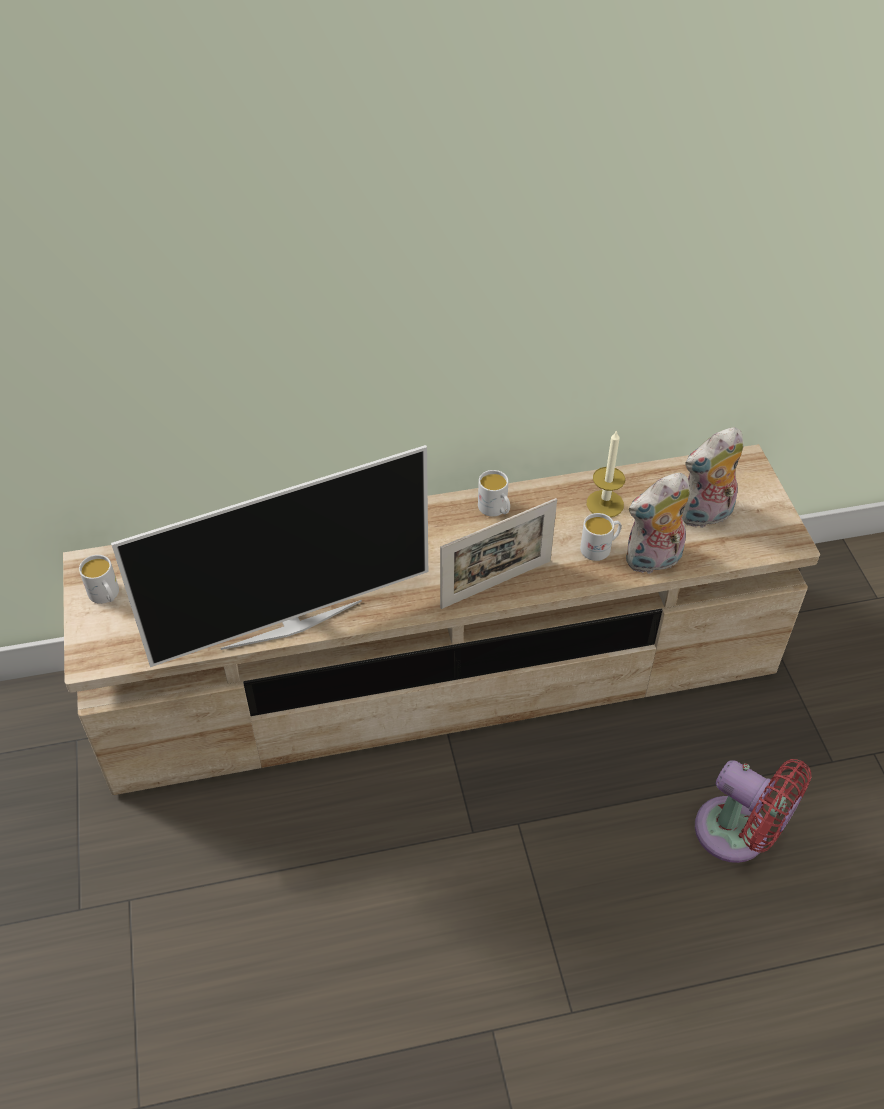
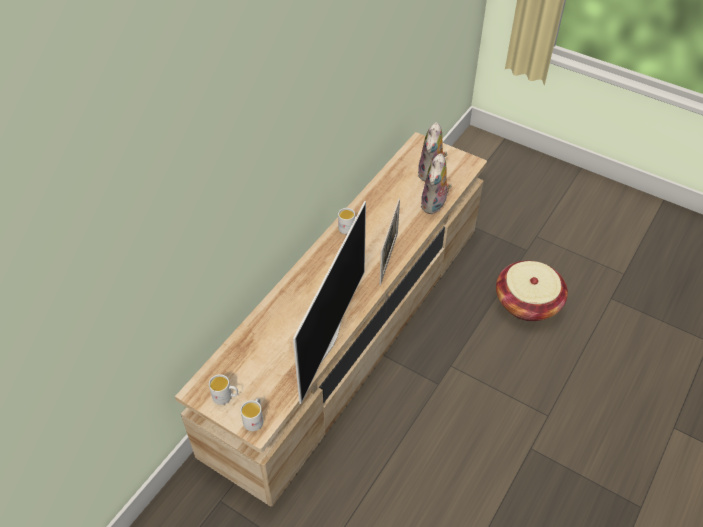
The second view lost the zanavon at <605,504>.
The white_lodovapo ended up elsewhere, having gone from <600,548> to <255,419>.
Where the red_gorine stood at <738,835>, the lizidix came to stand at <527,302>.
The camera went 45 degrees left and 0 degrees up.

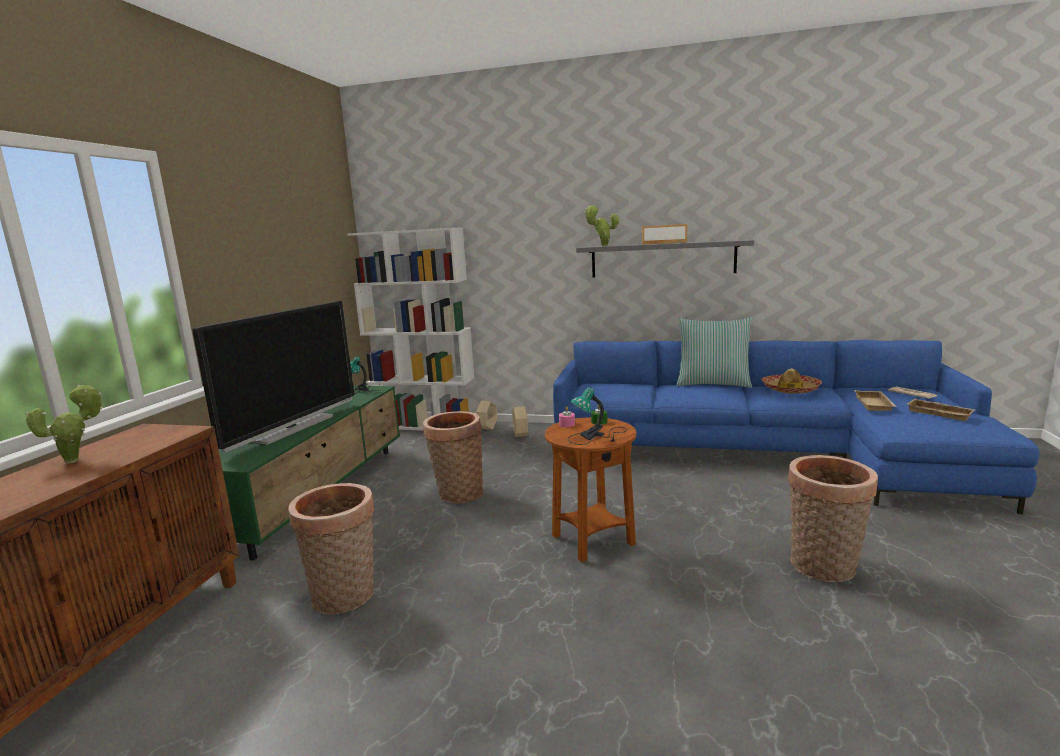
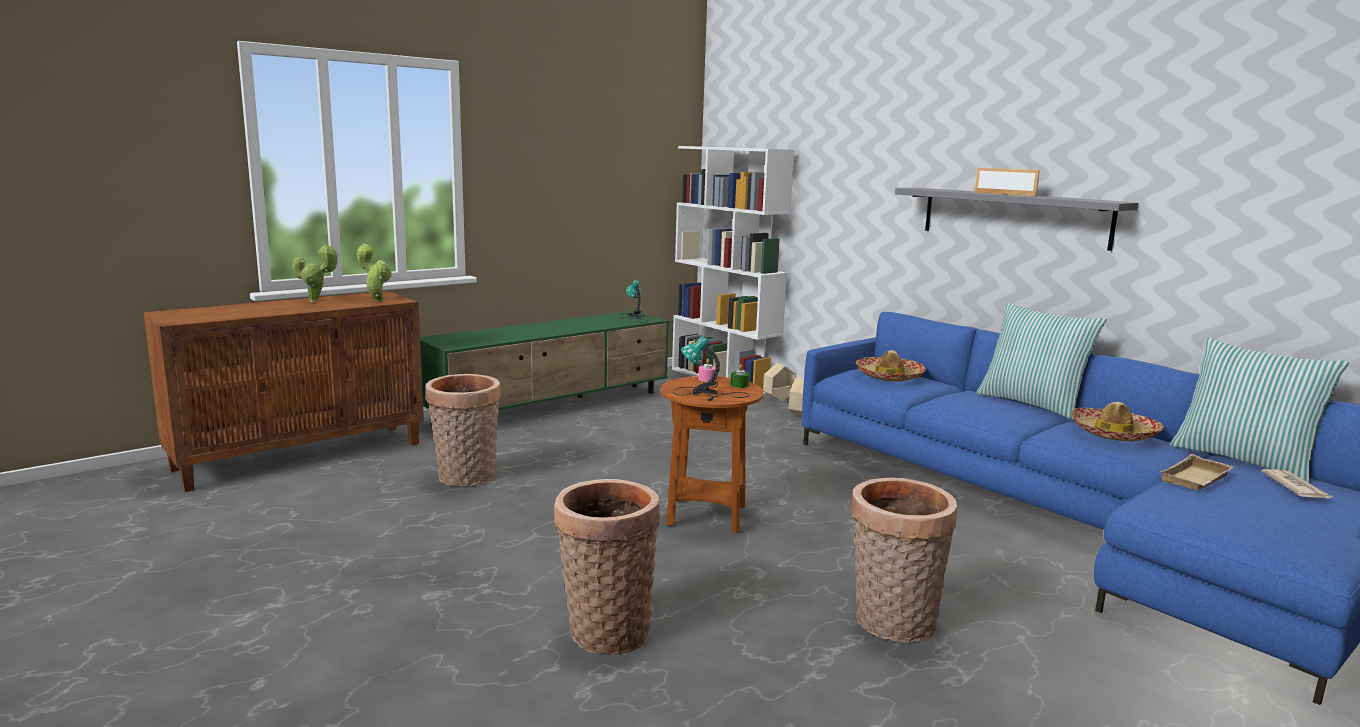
The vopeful ended up elsewhere, having gone from <602,246> to <377,301>.
The second view lost the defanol at <292,428>.
The second view lost the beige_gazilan at <940,413>.
The lizidix ended up elsewhere, having gone from <458,494> to <605,630>.
The second view gained the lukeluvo at <1243,460>.
The second view gained the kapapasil at <889,376>.
The camera went 35 degrees right and 0 degrees up.

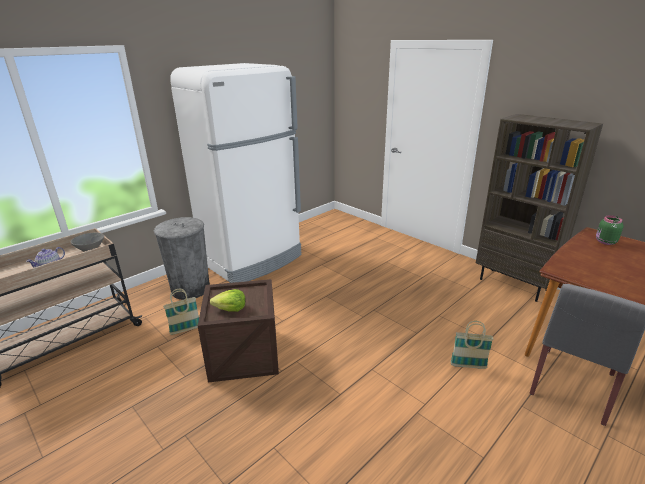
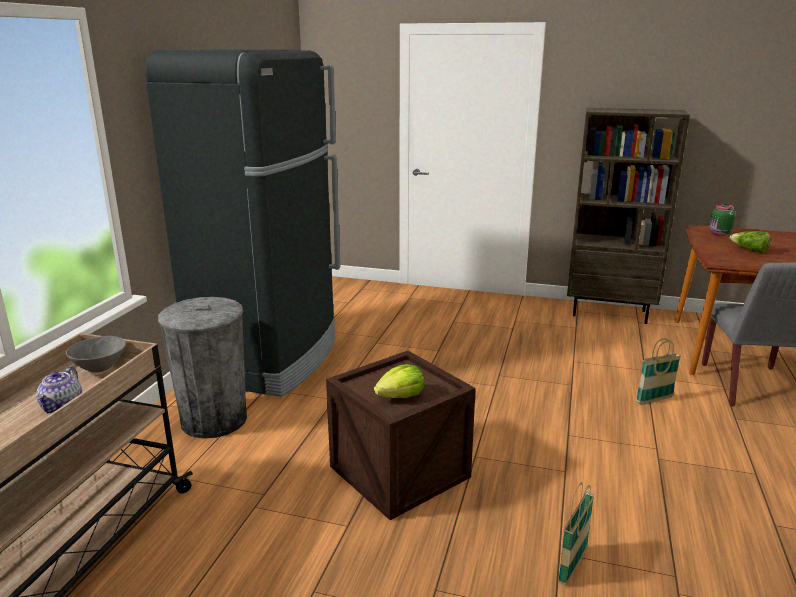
What was the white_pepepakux at <253,259> turned into the black_pepepakux at <269,359>.
The lizidix ended up elsewhere, having gone from <185,330> to <572,566>.
The second view gained the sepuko at <749,250>.
The camera went 30 degrees left and 5 degrees down.

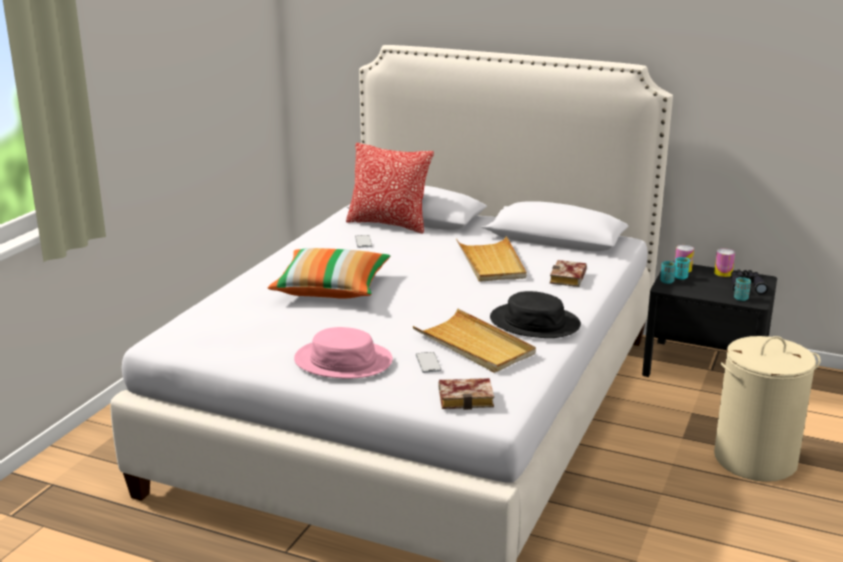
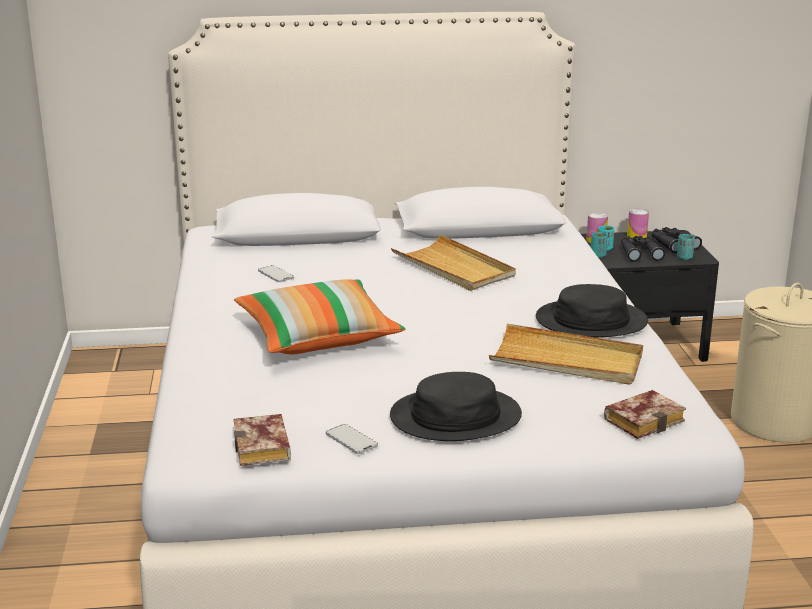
The second view lost the lukeluvo at <389,224>.
The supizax ended up elsewhere, having gone from <569,279> to <264,448>.
What was the pink_kapapasil at <343,361> turned into the black_kapapasil at <455,416>.
The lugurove ended up elsewhere, having gone from <428,363> to <351,440>.
The second view gained the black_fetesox at <639,253>.
The camera went 30 degrees left and 0 degrees up.

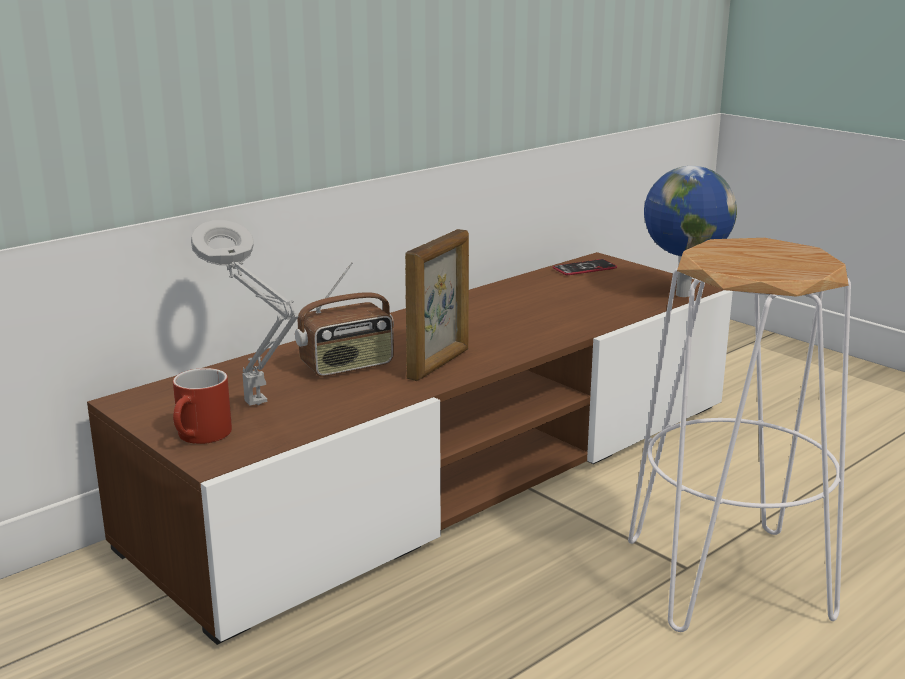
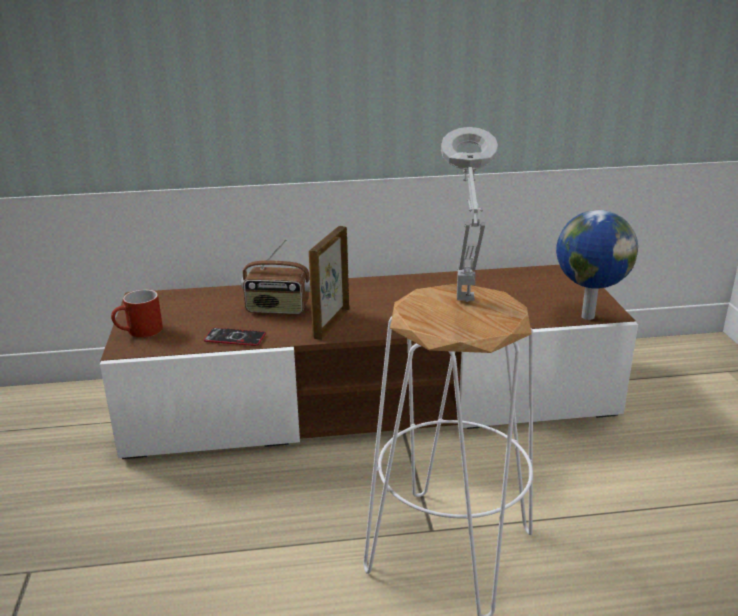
The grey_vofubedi ended up elsewhere, having gone from <258,406> to <465,302>.
The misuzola at <439,364> ended up facing another way, 135 degrees clockwise from before.
The lugurove ended up elsewhere, having gone from <584,269> to <235,338>.
The camera went 35 degrees right and 5 degrees up.

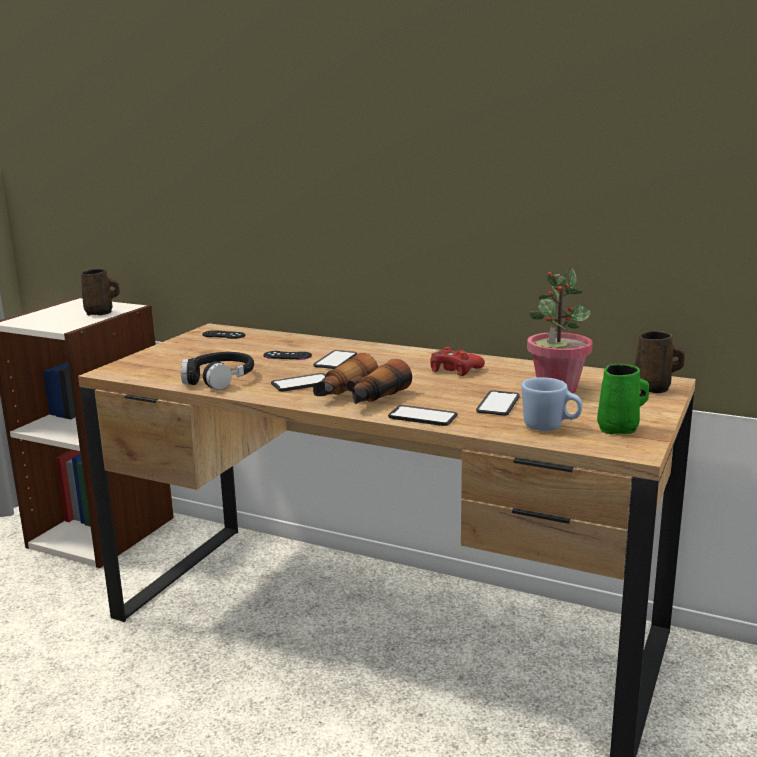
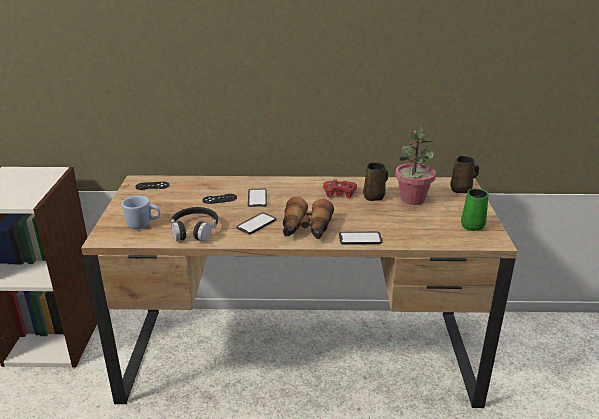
The brown_lodovapo ended up elsewhere, having gone from <101,313> to <375,196>.
The blue_lodovapo ended up elsewhere, having gone from <550,427> to <143,225>.
The second view lost the lugurove at <498,404>.
The camera went 25 degrees left and 10 degrees up.

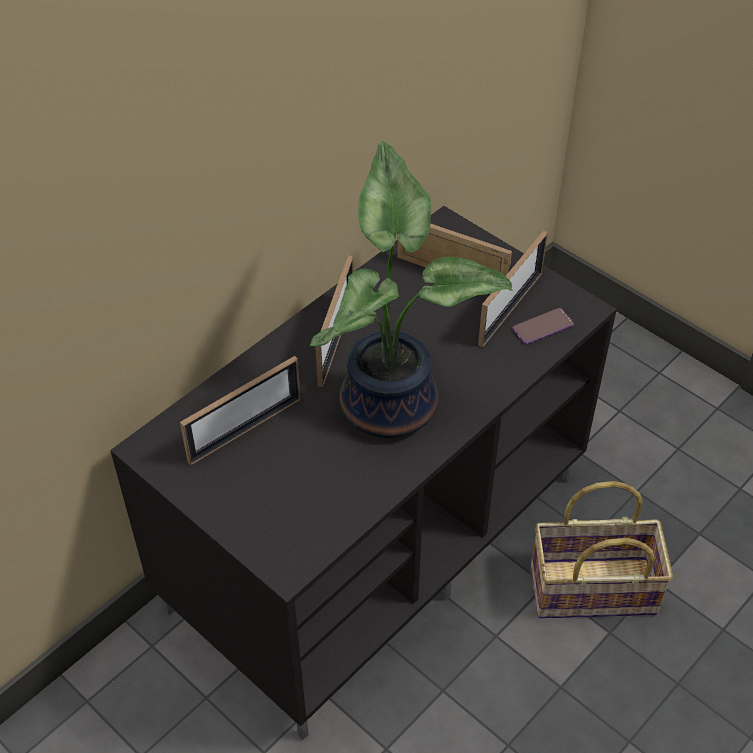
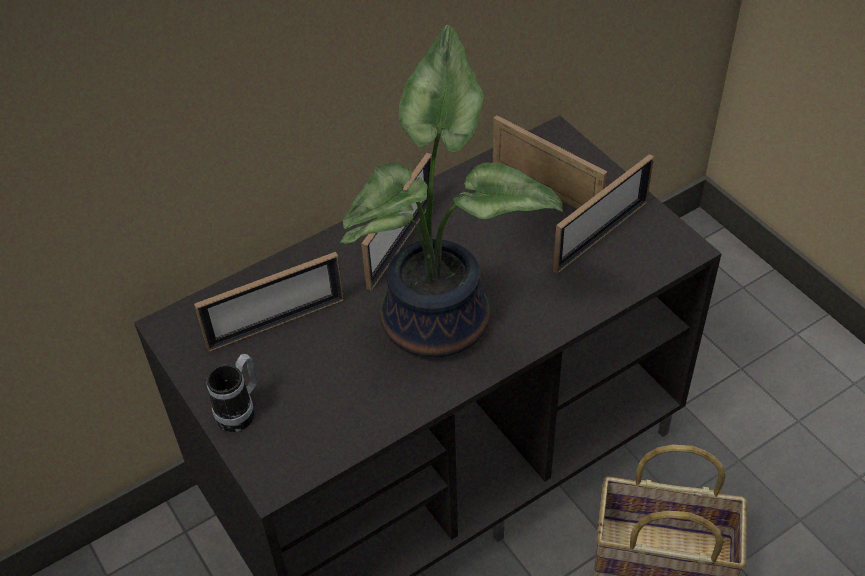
The second view lost the lugurove at <543,327>.
The second view gained the lodovapo at <241,411>.
The camera went 15 degrees right and 0 degrees up.

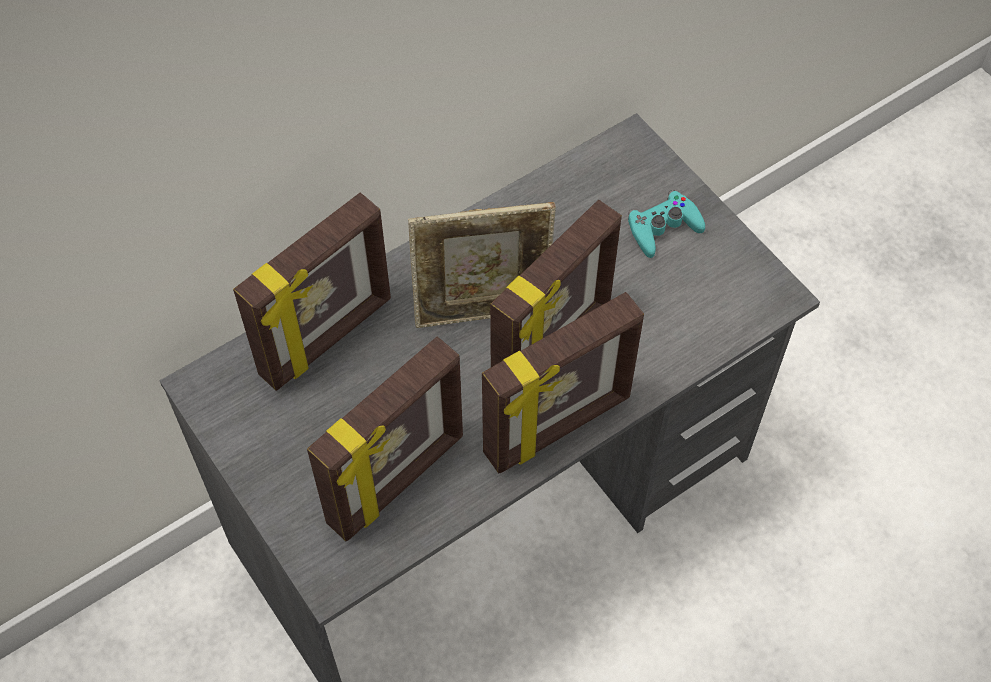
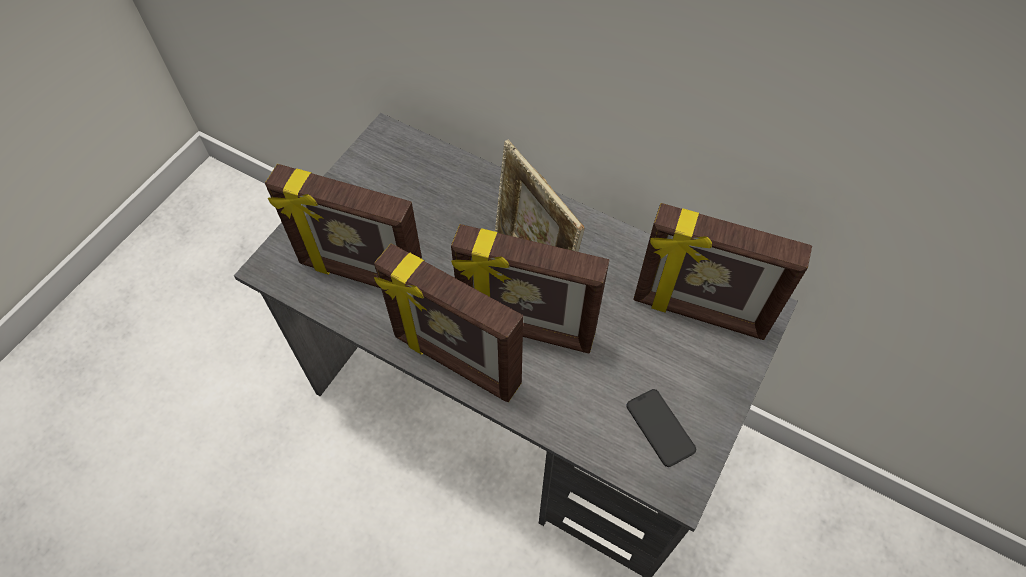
The second view lost the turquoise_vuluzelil at <663,228>.
The misuzola ended up elsewhere, having gone from <327,338> to <699,313>.
The second view gained the lugurove at <660,427>.
The camera went 65 degrees right and 0 degrees up.

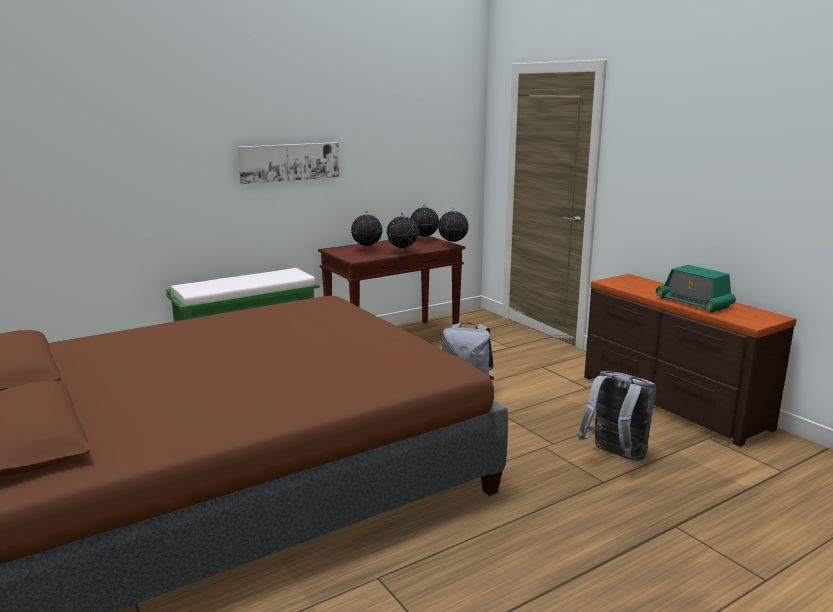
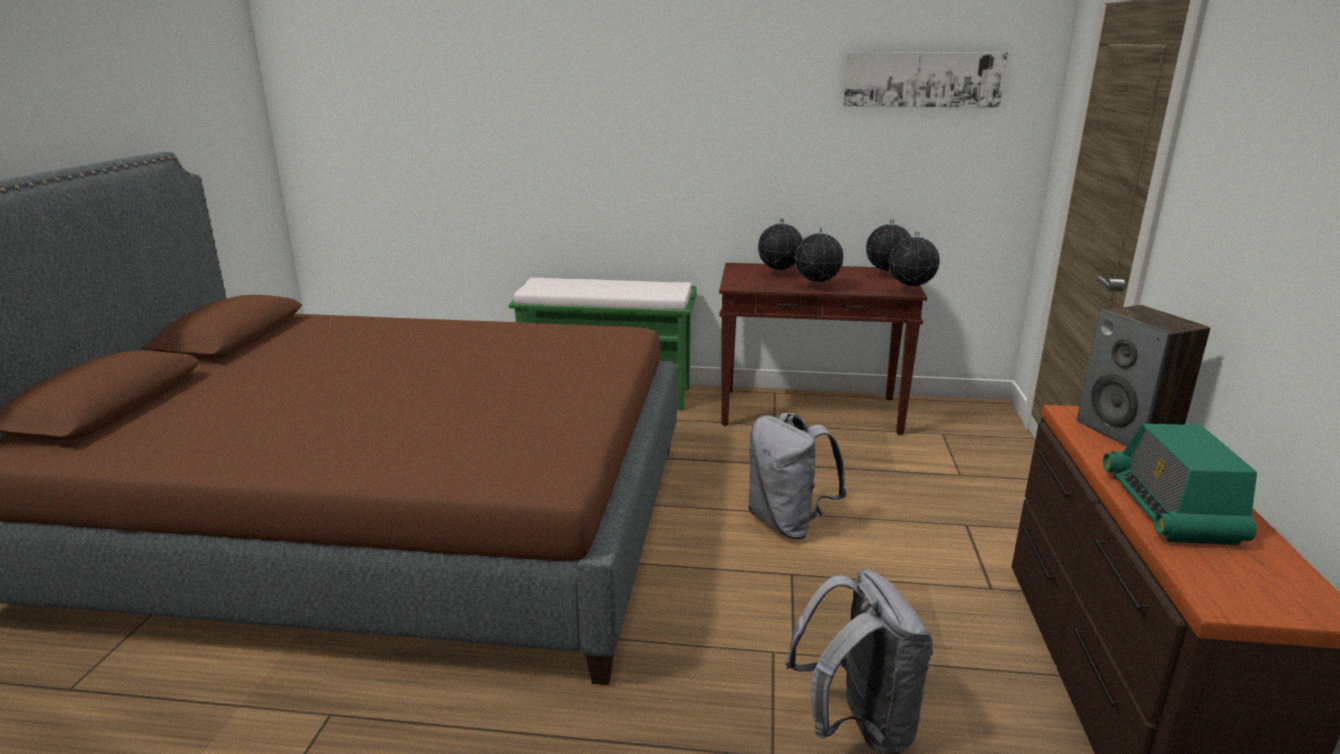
The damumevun ended up elsewhere, having gone from <289,162> to <922,79>.
The second view gained the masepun at <1128,432>.
The camera went 40 degrees right and 5 degrees up.

